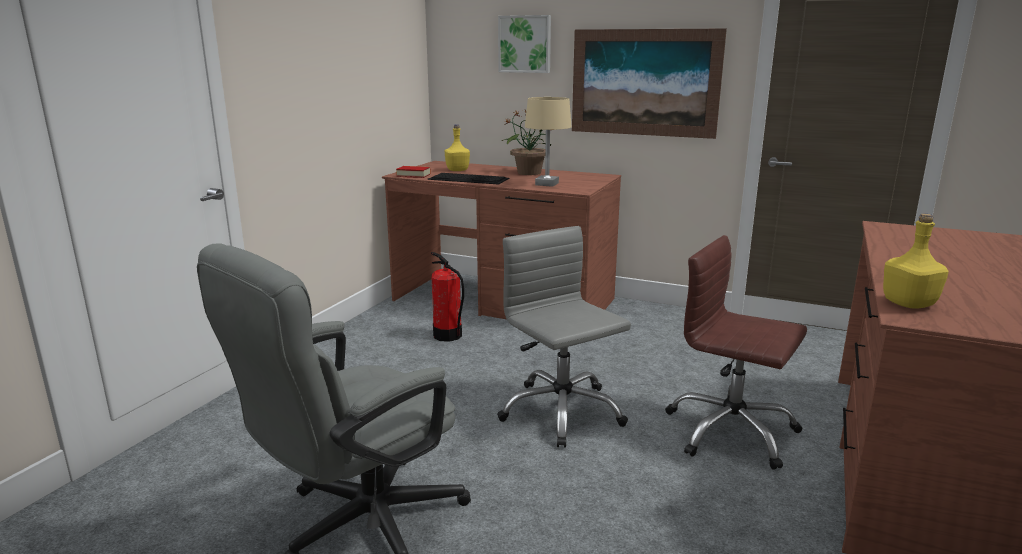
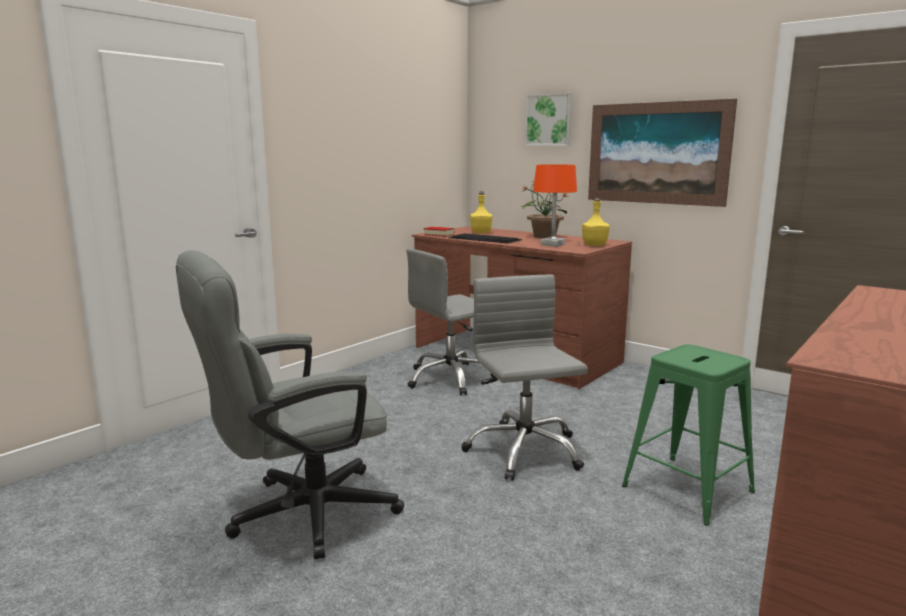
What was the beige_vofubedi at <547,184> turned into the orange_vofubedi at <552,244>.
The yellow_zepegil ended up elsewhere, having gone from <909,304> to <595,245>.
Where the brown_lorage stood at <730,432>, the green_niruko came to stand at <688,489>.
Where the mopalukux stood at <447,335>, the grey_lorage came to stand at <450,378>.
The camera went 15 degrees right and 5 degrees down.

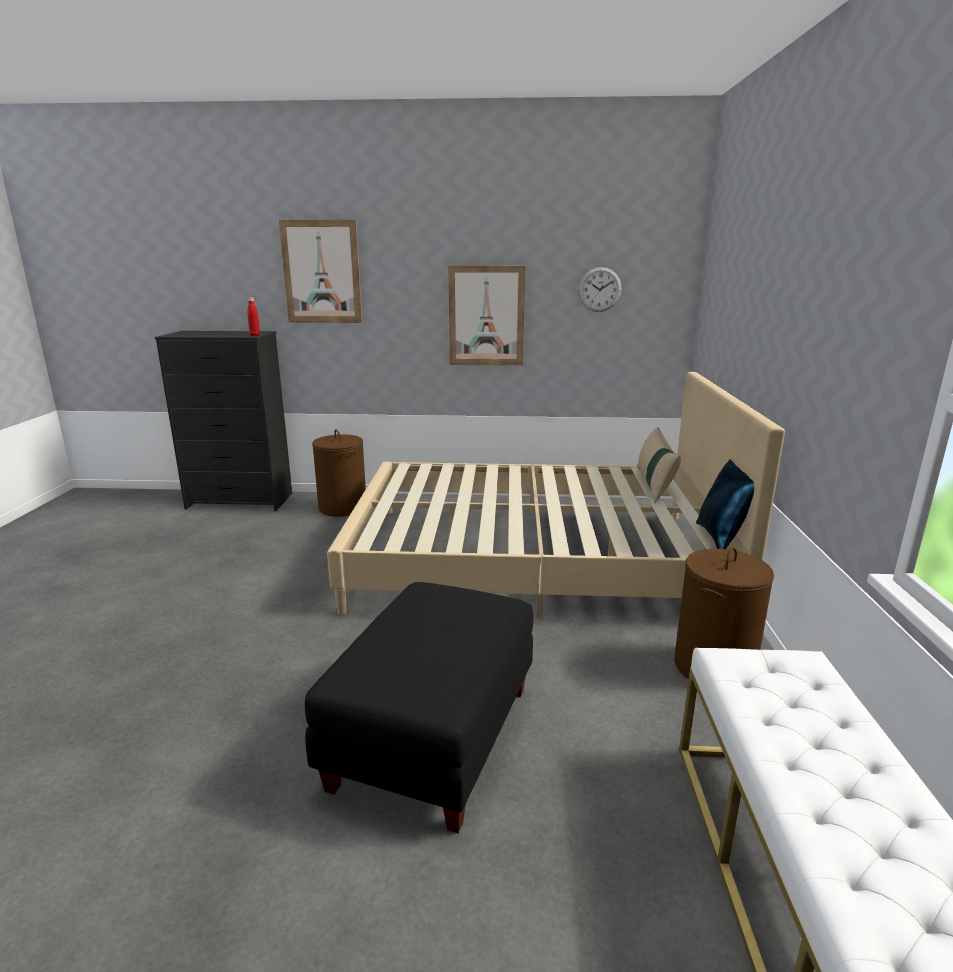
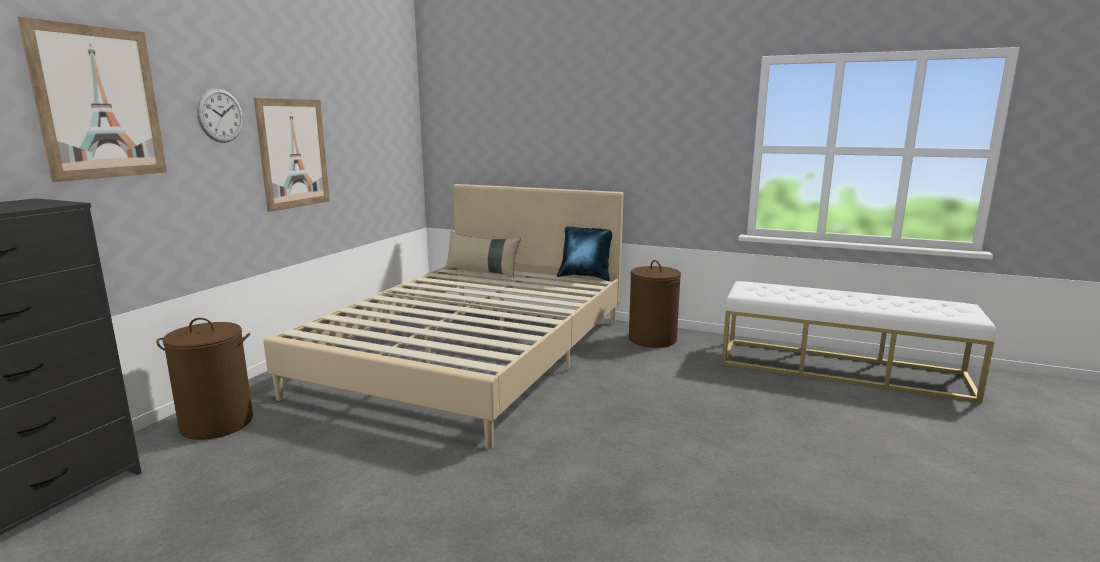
The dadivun ended up elsewhere, having gone from <599,289> to <220,115>.
The second view lost the red_zepegil at <255,335>.
The second view lost the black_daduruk at <435,738>.
The camera went 70 degrees left and 5 degrees down.

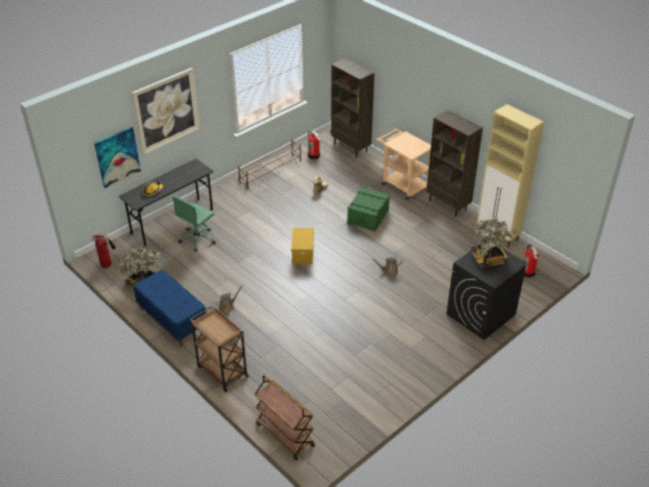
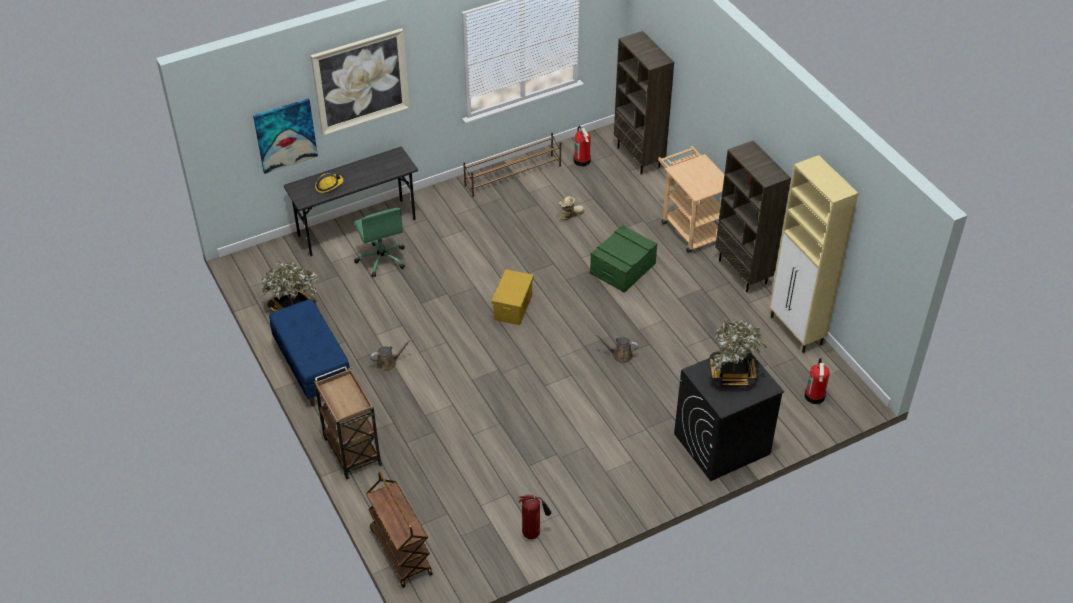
The green_lorage at <198,239> ended up facing another way, 75 degrees counterclockwise from before.
The mopalukux ended up elsewhere, having gone from <107,265> to <533,533>.
The camera went 15 degrees right and 5 degrees up.

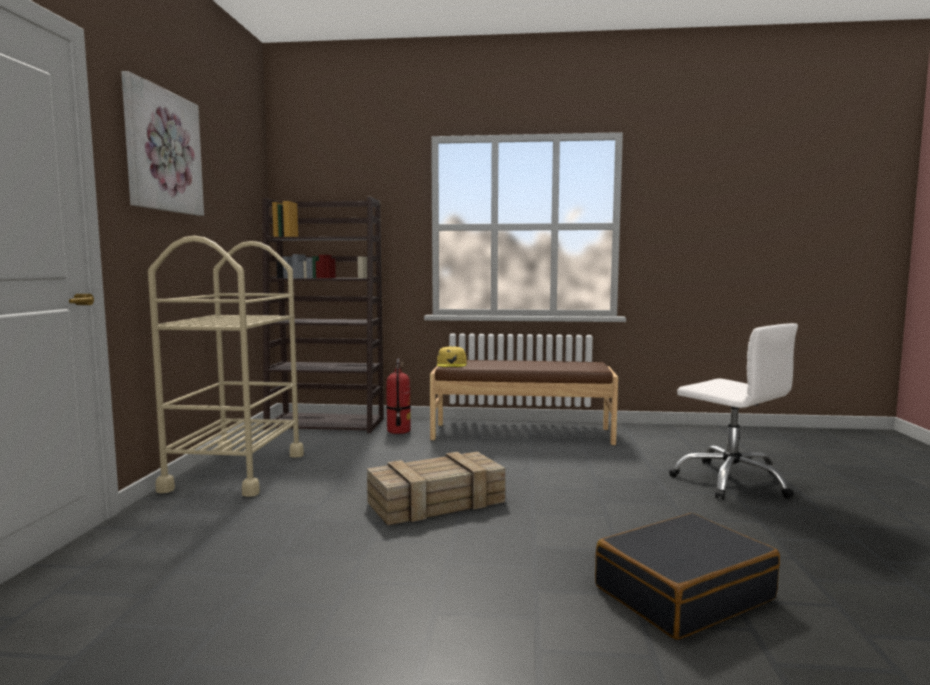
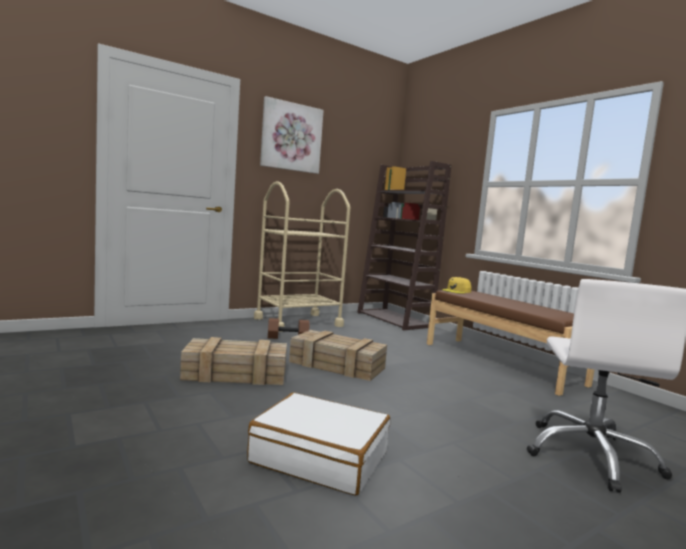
The second view lost the mopalukux at <398,431>.
What was the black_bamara at <683,592> turned into the white_bamara at <320,457>.
The second view gained the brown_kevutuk at <288,337>.
The second view gained the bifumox at <237,373>.
The camera went 50 degrees right and 0 degrees up.

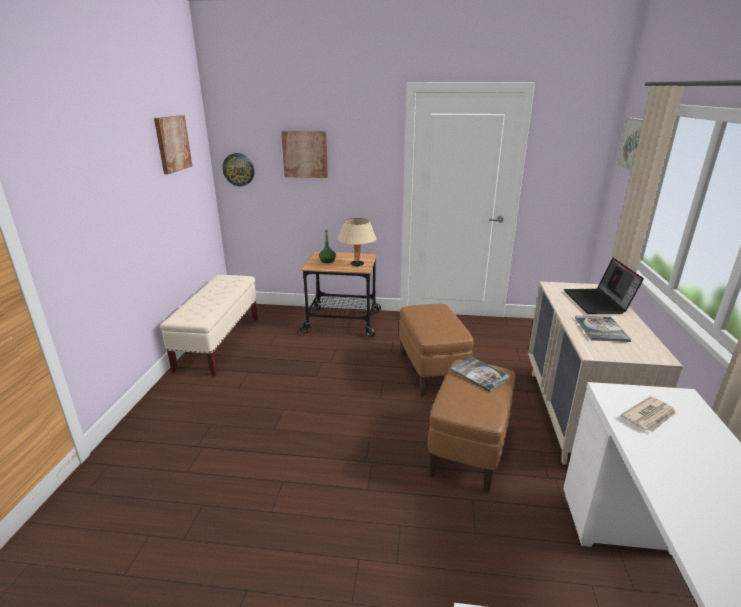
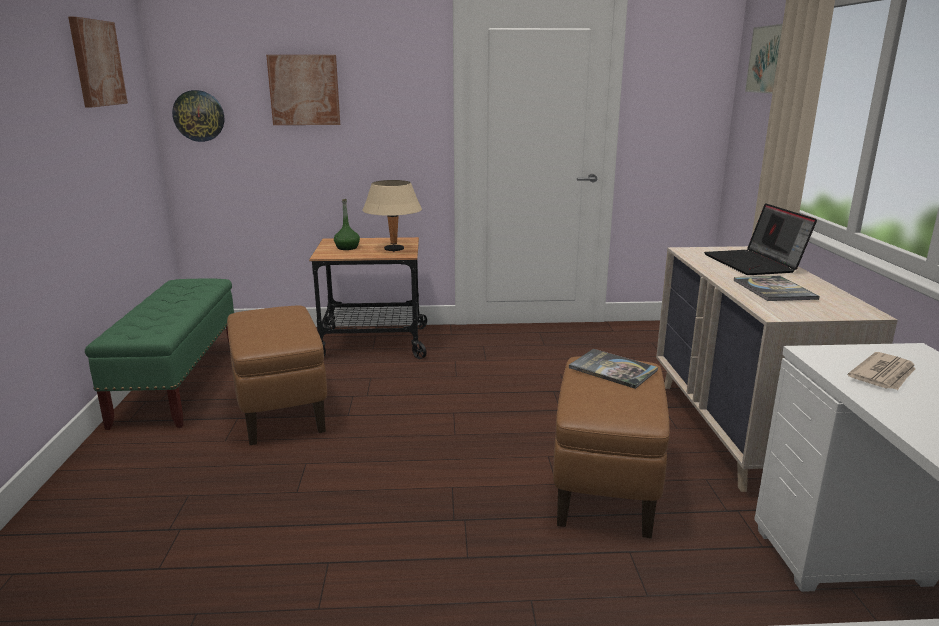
What was the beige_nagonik at <219,343> turned into the green_nagonik at <179,384>.
The brown_daduruk ended up elsewhere, having gone from <431,372> to <281,411>.
The camera went 10 degrees left and 5 degrees down.

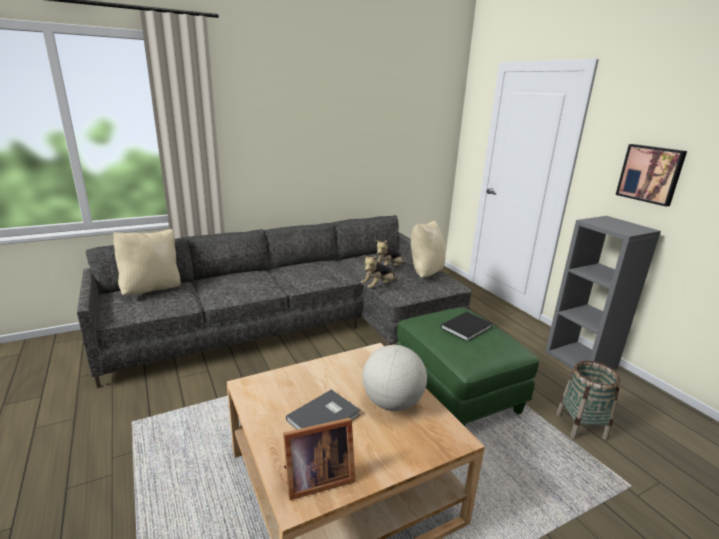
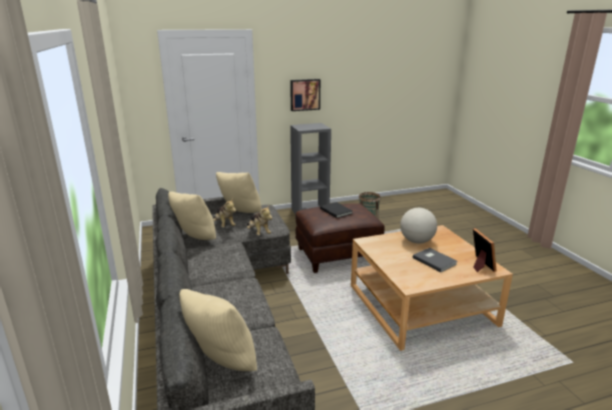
What was the green_daduruk at <457,393> turned into the brown_daduruk at <338,255>.
The second view gained the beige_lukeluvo at <194,239>.
The camera went 80 degrees left and 0 degrees up.

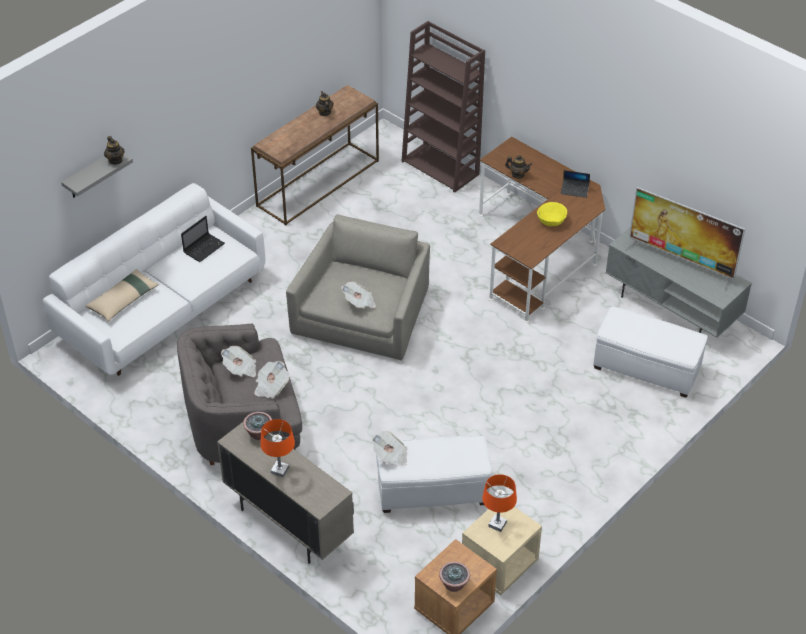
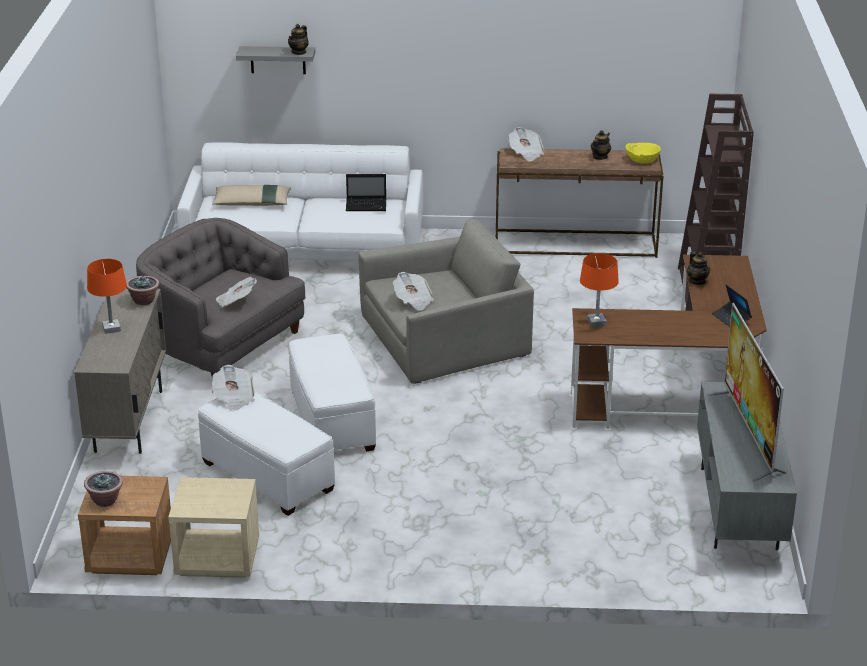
The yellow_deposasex ended up elsewhere, having gone from <551,221> to <642,160>.
The white_daduruk ended up elsewhere, having gone from <646,368> to <331,421>.
The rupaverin ended up elsewhere, having gone from <240,369> to <526,153>.
The orange_vofubedi ended up elsewhere, having gone from <497,524> to <597,322>.
The camera went 50 degrees right and 15 degrees down.

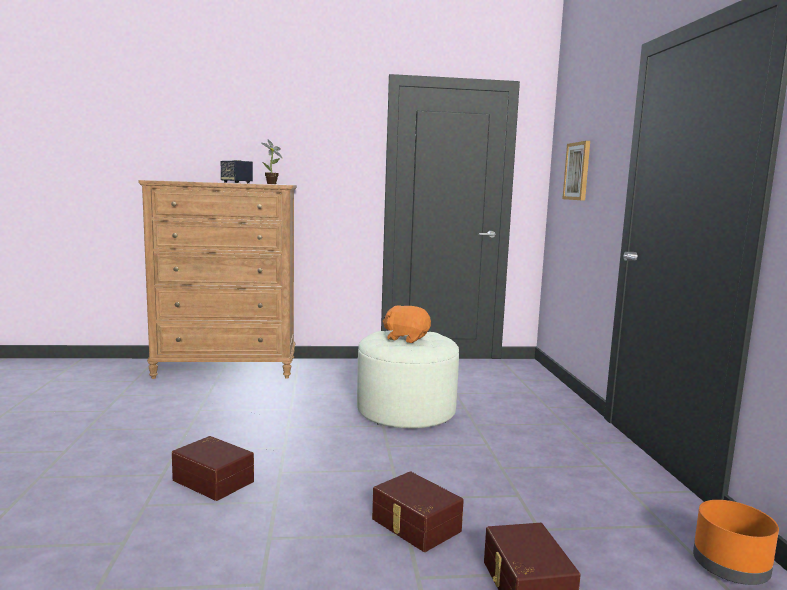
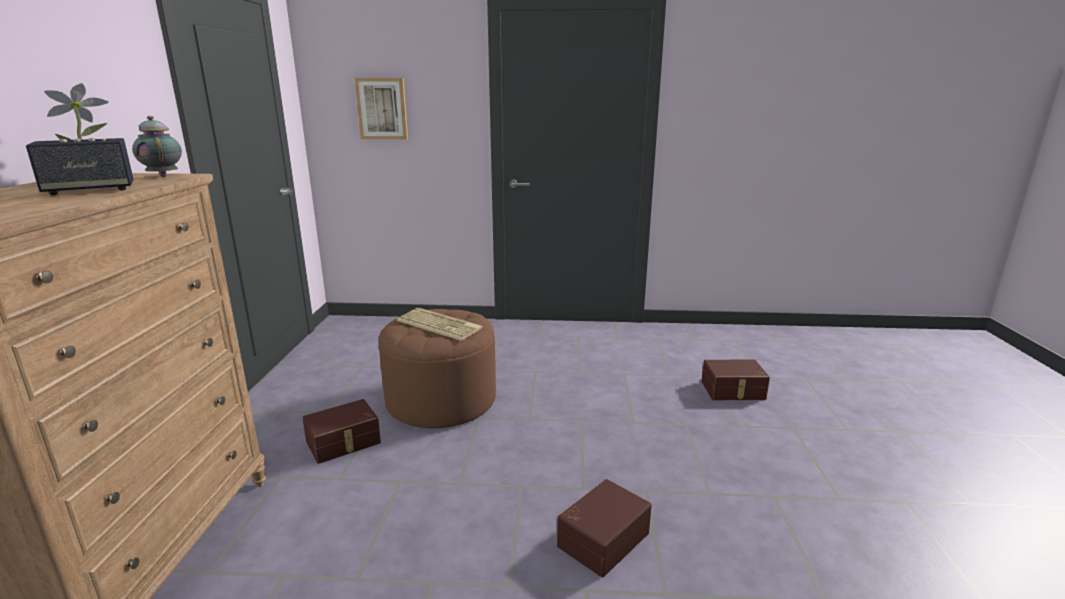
Where the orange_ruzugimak stood at <406,338>, the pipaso came to stand at <440,325>.
What was the white_daduruk at <406,410> turned into the brown_daduruk at <441,400>.
The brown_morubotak ended up elsewhere, having gone from <414,525> to <344,443>.
The second view lost the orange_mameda at <731,569>.
The second view gained the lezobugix at <163,176>.
The camera went 80 degrees left and 10 degrees up.

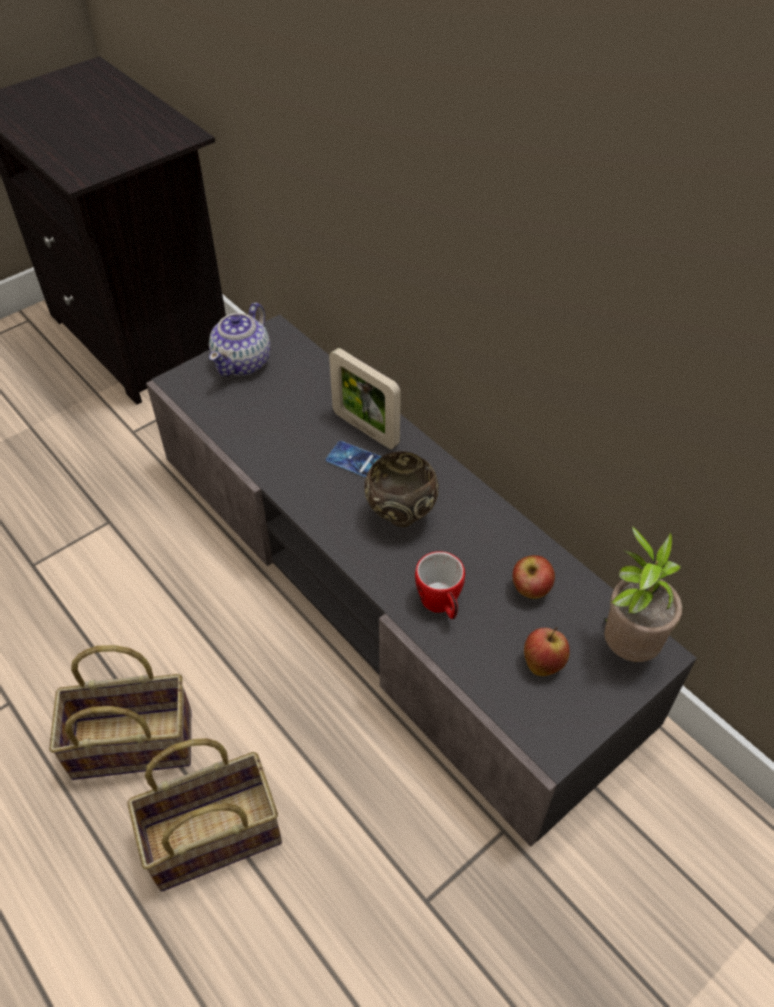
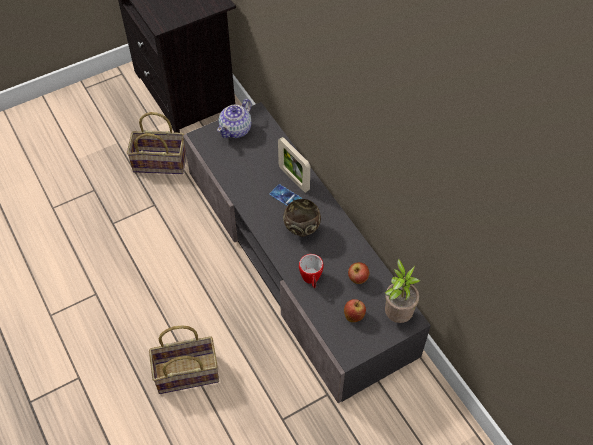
The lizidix ended up elsewhere, having gone from <136,741> to <161,162>.
The camera went 10 degrees right and 5 degrees up.

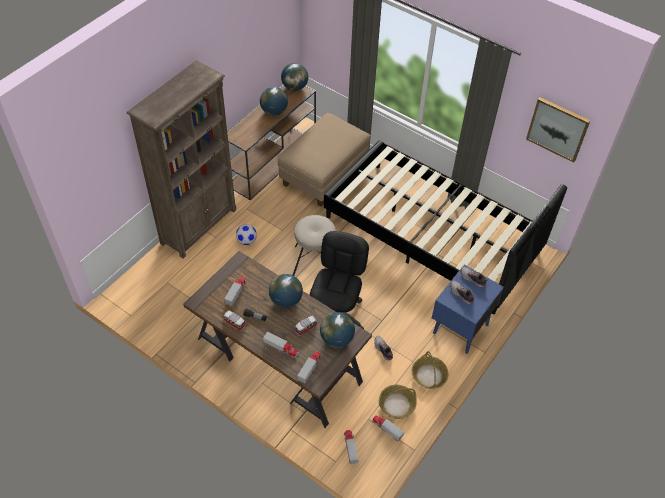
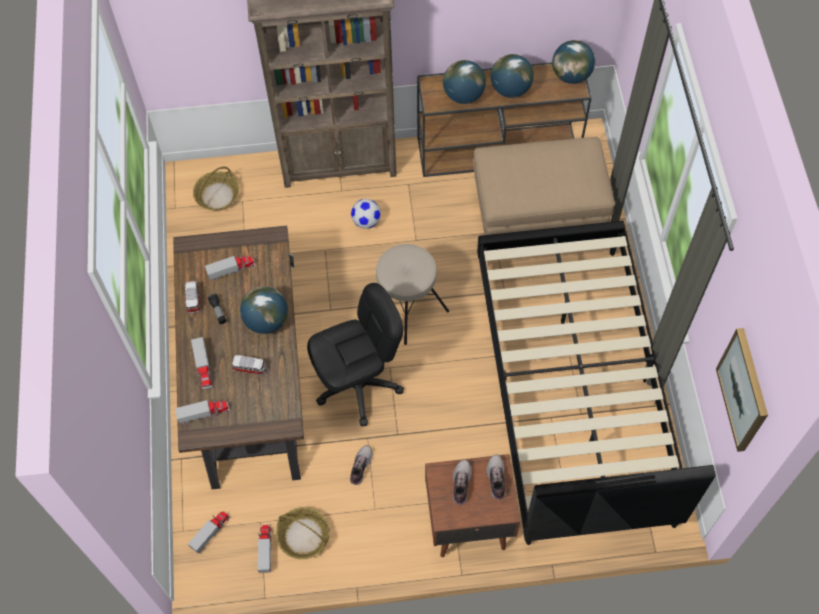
What was the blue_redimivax at <459,329> turned into the brown_redimivax at <467,523>.
The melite ended up elsewhere, having gone from <337,339> to <464,95>.
The lizidix ended up elsewhere, having gone from <428,375> to <217,195>.
The camera went 50 degrees right and 10 degrees up.

